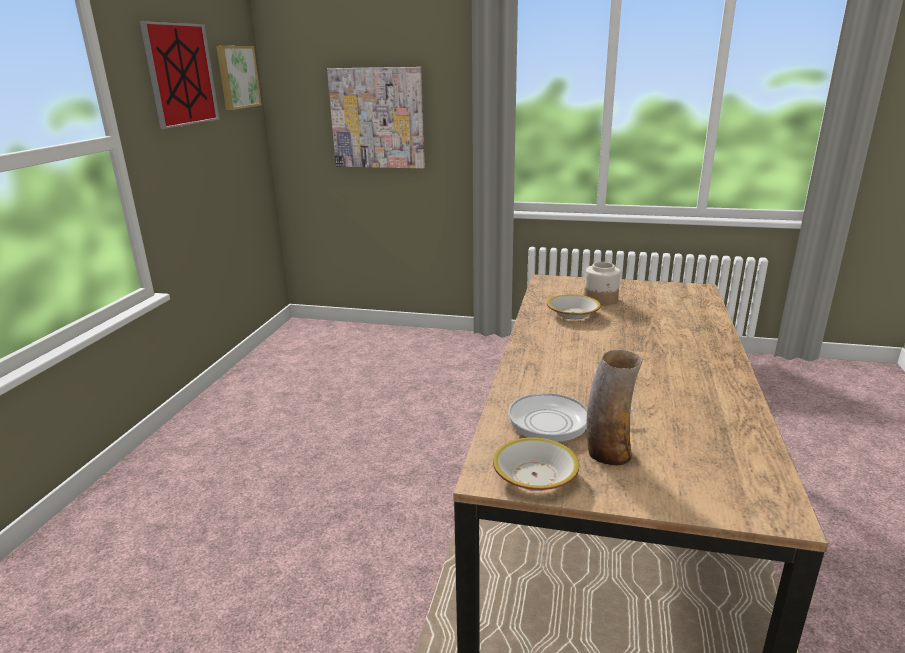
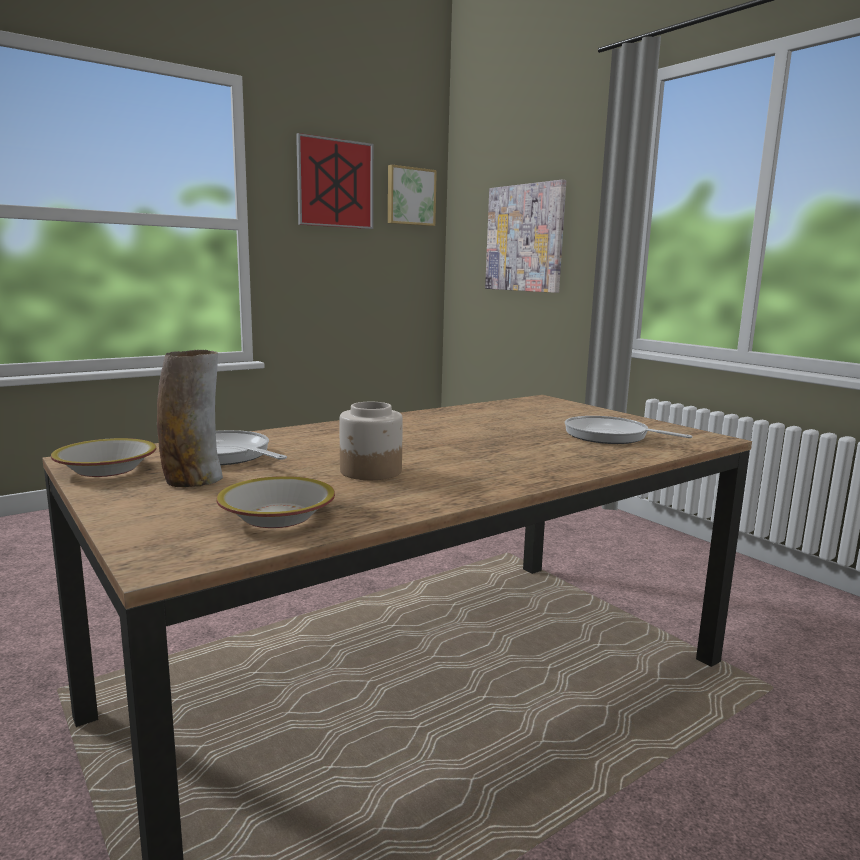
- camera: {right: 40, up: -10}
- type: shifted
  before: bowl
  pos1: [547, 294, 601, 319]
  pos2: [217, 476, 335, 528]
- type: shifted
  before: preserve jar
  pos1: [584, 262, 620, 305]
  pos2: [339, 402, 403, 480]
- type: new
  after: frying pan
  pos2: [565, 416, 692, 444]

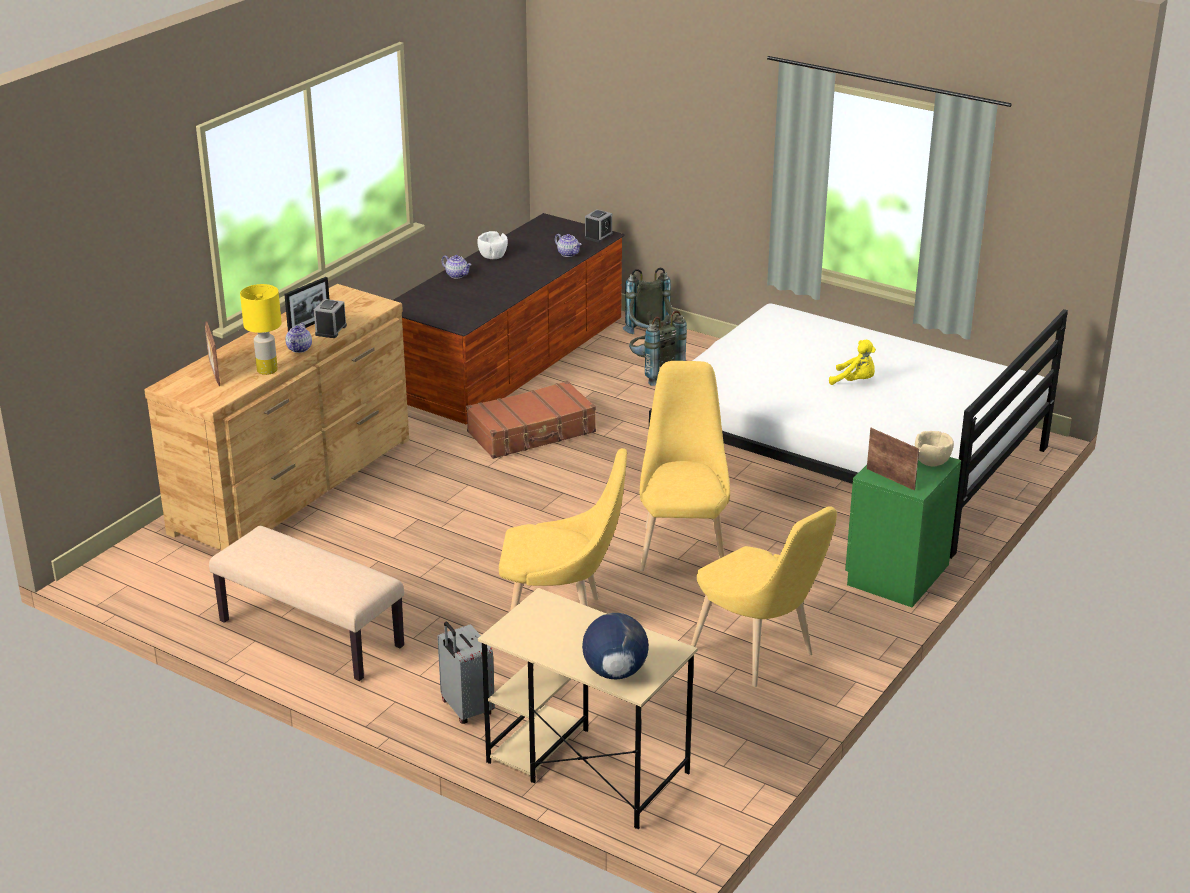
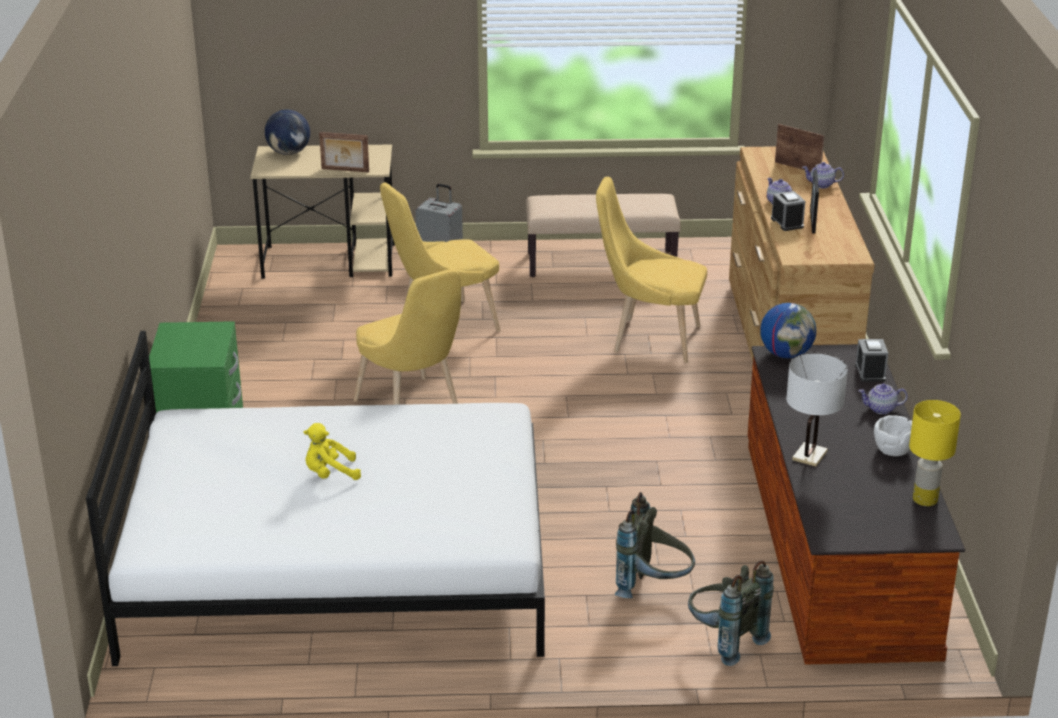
- camera: {right: 145, up: 0}
- type: shifted
  before: yellowish table lamp
  pos1: [240, 284, 282, 375]
  pos2: [909, 400, 961, 506]
- type: gone
  before: brown piece of luggage
  pos1: [466, 381, 596, 459]
- type: shifted
  before: pot for tea
  pos1: [555, 234, 582, 257]
  pos2: [802, 162, 844, 188]
- type: shifted
  before: bedside clock
  pos1: [584, 209, 613, 243]
  pos2: [855, 339, 888, 382]
- type: shifted
  before: yellowish chair
  pos1: [691, 506, 837, 687]
  pos2: [596, 177, 707, 363]
- type: shifted
  before: photo frame
  pos1: [867, 428, 919, 490]
  pos2: [319, 132, 369, 172]
- type: gone
  before: sand-coloured bowl
  pos1: [915, 431, 954, 466]
- type: new
  after: desk globe
  pos2: [760, 303, 816, 358]
- type: new
  after: white table lamp
  pos2: [786, 353, 848, 467]

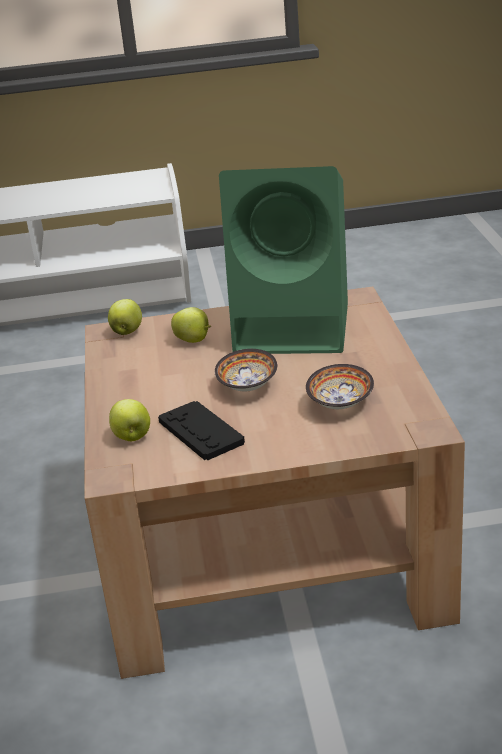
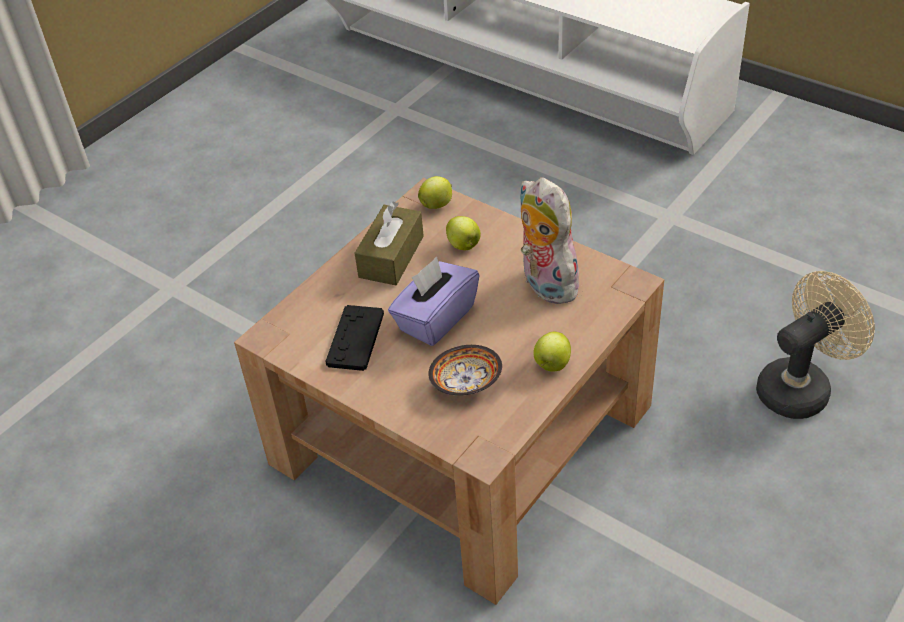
- camera: {right: 45, up: 15}
- type: shifted
  before: apple
  pos1: [109, 399, 150, 441]
  pos2: [533, 331, 571, 372]
- type: swapped
  before: bowl
  after: purple tissue box
  pos1: [215, 349, 277, 391]
  pos2: [388, 257, 480, 346]
- type: swapped
  before: green-coloured speaker
  after: cuddly toy
  pos1: [219, 166, 348, 354]
  pos2: [521, 177, 579, 304]
- type: new
  after: brown tissue box
  pos2: [355, 202, 424, 285]
- type: new
  after: sand-coloured fan
  pos2: [756, 271, 875, 419]

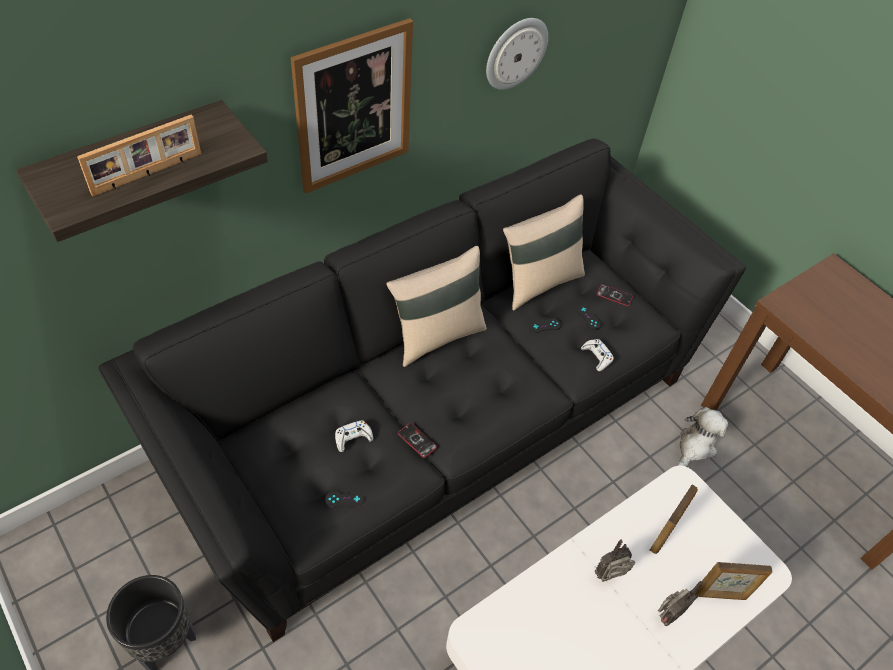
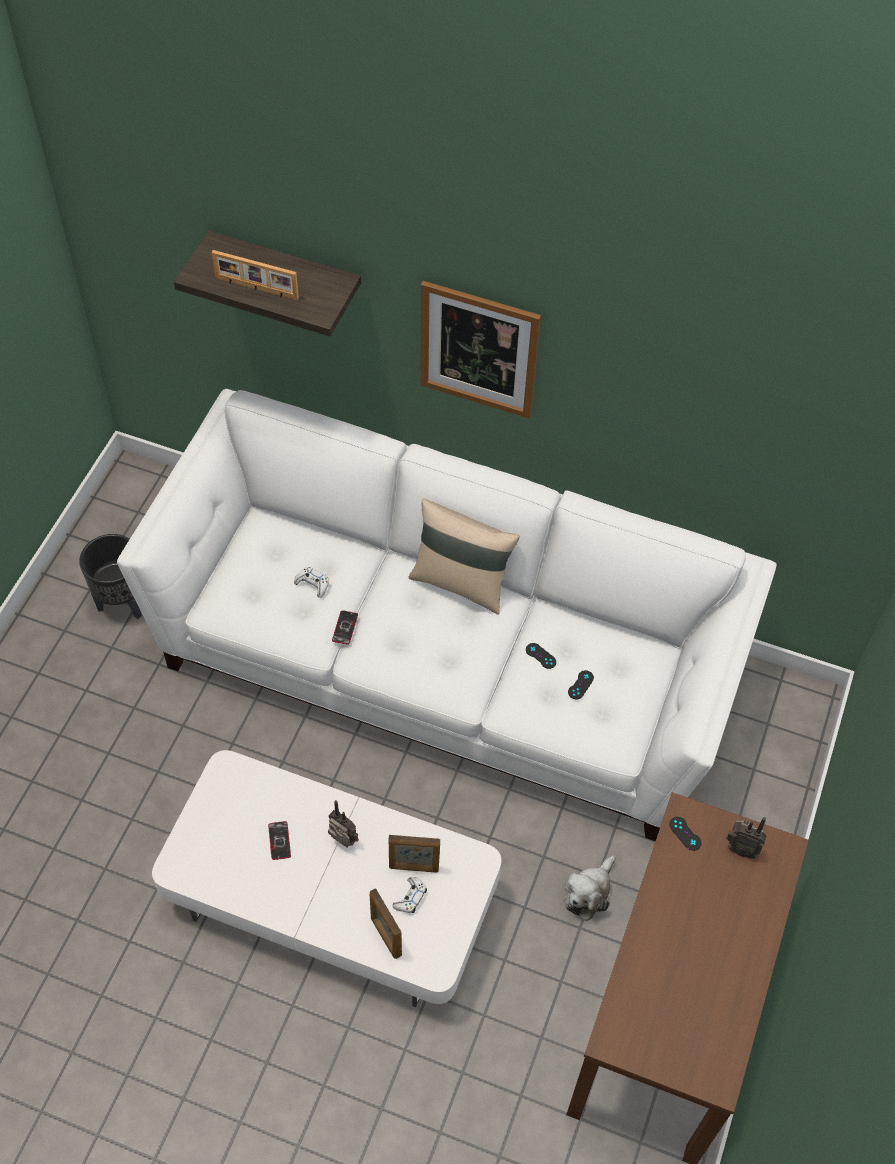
- camera: {right: 60, up: 5}
- type: repainted
  before: blackish sofa
  after: white sofa
  pos1: [99, 139, 746, 642]
  pos2: [117, 389, 777, 841]
- type: shifted
  before: blackish gamepad
  pos1: [325, 491, 365, 507]
  pos2: [669, 817, 702, 851]
- type: gone
  before: wall clock
  pos1: [486, 18, 548, 90]
- type: gone
  before: sand-coloured throw pillow
  pos1: [503, 194, 585, 311]
- type: shifted
  before: white gamepad
  pos1: [581, 339, 614, 371]
  pos2: [392, 877, 427, 913]
- type: shifted
  before: telephone
  pos1: [597, 284, 633, 306]
  pos2: [268, 821, 291, 860]
- type: shifted
  before: radio receiver
  pos1: [658, 581, 703, 626]
  pos2: [726, 817, 766, 859]
- type: rotated
  before: cuddly toy
  pos1: [678, 407, 728, 467]
  pos2: [565, 856, 616, 921]
  turn: 120

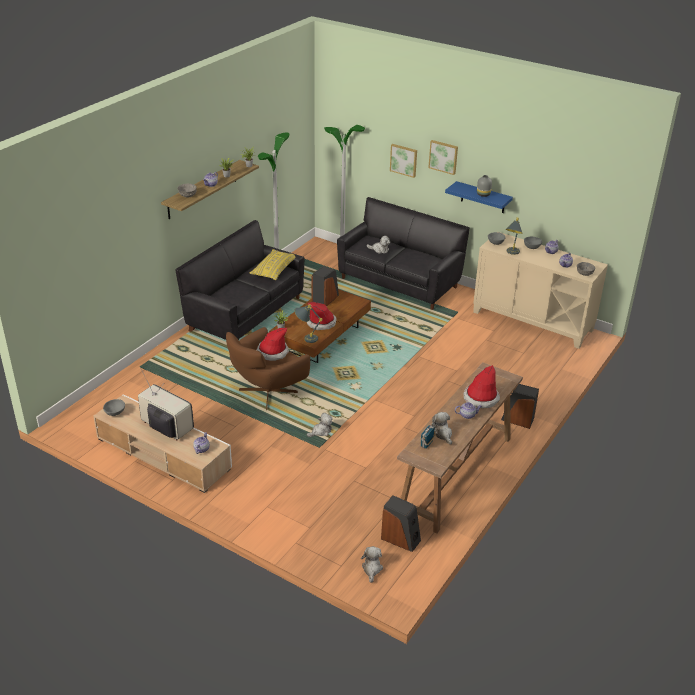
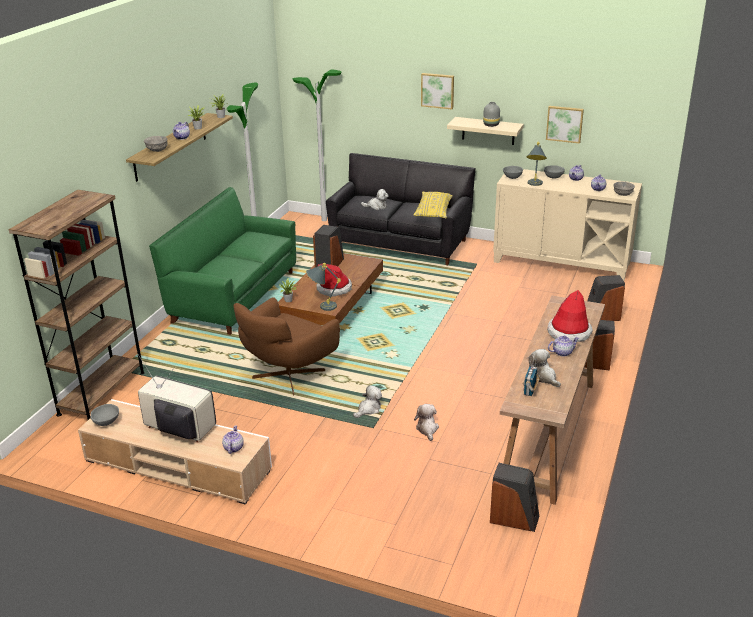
- camera: {right: -10, up: -5}
- type: repainted
  before: blackish sofa
  after: green-coloured sofa
  pos1: [175, 220, 305, 340]
  pos2: [149, 187, 296, 335]
- type: shifted
  before: yellowish throw pillow
  pos1: [250, 249, 295, 280]
  pos2: [413, 192, 453, 218]
- type: gone
  before: wearable hat
  pos1: [257, 328, 289, 361]
- type: shifted
  before: cuddly toy
  pos1: [361, 546, 383, 583]
  pos2: [414, 404, 439, 441]
- type: shifted
  before: wall art
  pos1: [390, 144, 417, 178]
  pos2: [546, 106, 584, 144]
- type: repainted
  before: blue wall shelf
  after: sand-coloured wall shelf
  pos1: [445, 181, 513, 213]
  pos2: [447, 117, 524, 145]
- type: new
  after: brown shelving unit
  pos2: [9, 190, 145, 420]
- type: new
  after: speaker
  pos2: [587, 275, 625, 321]

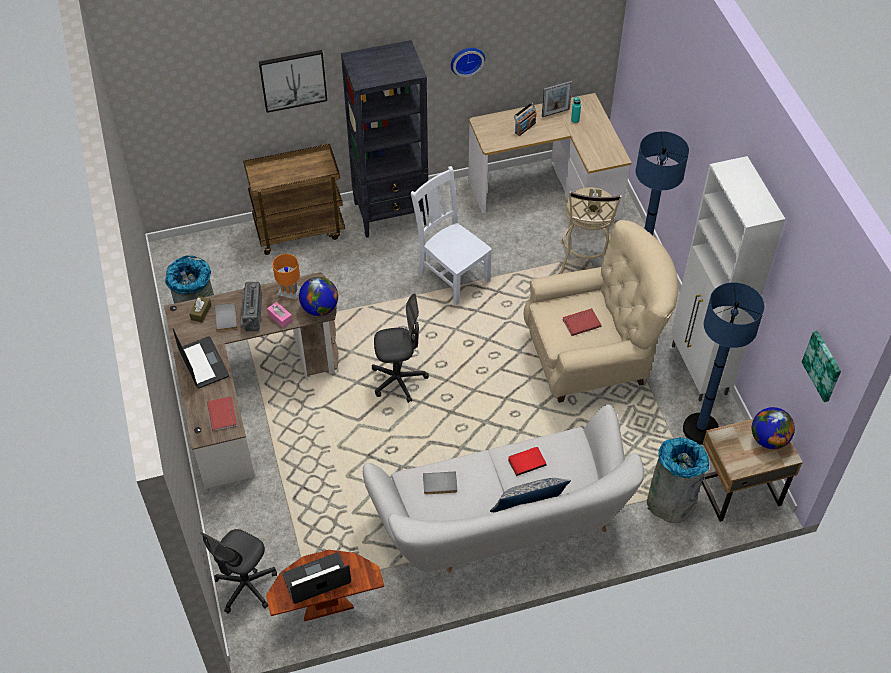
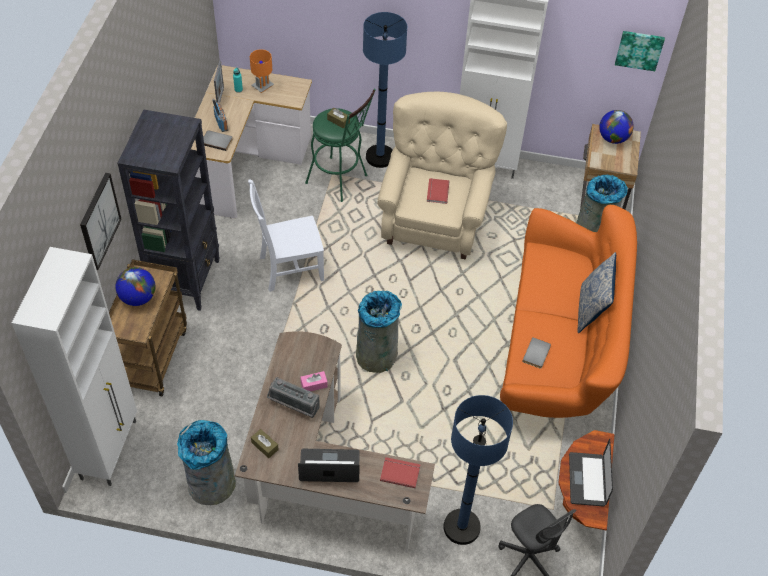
- camera: {right: -65, up: 0}
- type: shifted
  before: greyish bound book
  pos1: [214, 303, 238, 332]
  pos2: [203, 130, 233, 151]
- type: shifted
  before: orange-coloured table lamp
  pos1: [272, 254, 301, 300]
  pos2: [250, 49, 274, 93]
- type: shifted
  before: desk globe
  pos1: [299, 277, 338, 316]
  pos2: [115, 267, 155, 306]
- type: repainted
  before: white sofa
  after: orange-coloured sofa
  pos1: [363, 404, 644, 573]
  pos2: [500, 205, 637, 418]
- type: swapped
  before: greyish desk chair
  after: greyish rubbish bin
  pos1: [372, 293, 429, 403]
  pos2: [356, 291, 402, 373]
- type: gone
  before: wall clock
  pos1: [451, 48, 485, 77]
- type: gone
  before: reddish bound book
  pos1: [508, 447, 547, 476]
- type: repainted
  before: sand-coloured stool seat
  after: green-coloured stool seat
  pos1: [560, 187, 622, 274]
  pos2: [305, 89, 376, 202]
- type: shifted
  before: blue floor lamp
  pos1: [683, 282, 765, 445]
  pos2: [443, 395, 513, 545]
- type: new
  after: white storage cabinet
  pos2: [12, 247, 137, 486]

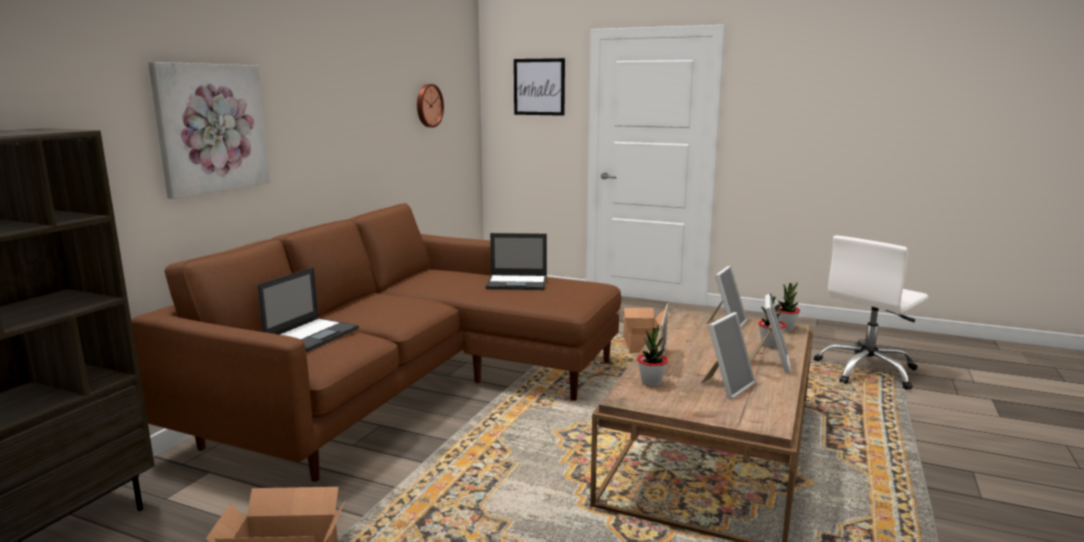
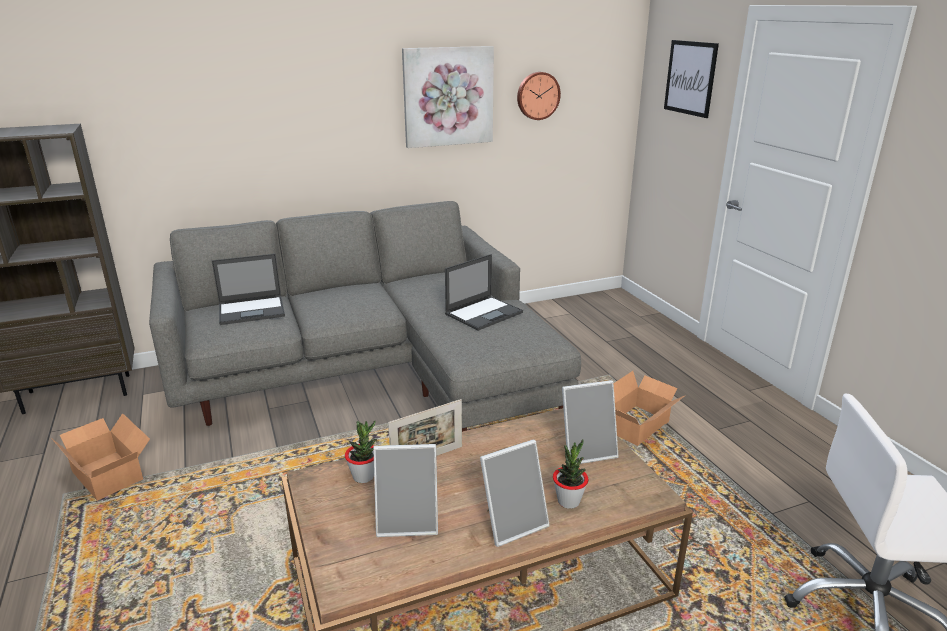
- camera: {right: 45, up: 10}
- type: repainted
  before: brown sofa
  after: greyish sofa
  pos1: [131, 203, 621, 482]
  pos2: [149, 201, 581, 432]
- type: shifted
  before: wall art
  pos1: [148, 62, 270, 199]
  pos2: [402, 46, 494, 148]
- type: rotated
  before: notebook computer
  pos1: [486, 233, 547, 290]
  pos2: [445, 254, 523, 331]
  turn: -90
- type: gone
  before: plant in a pot
  pos1: [774, 282, 800, 332]

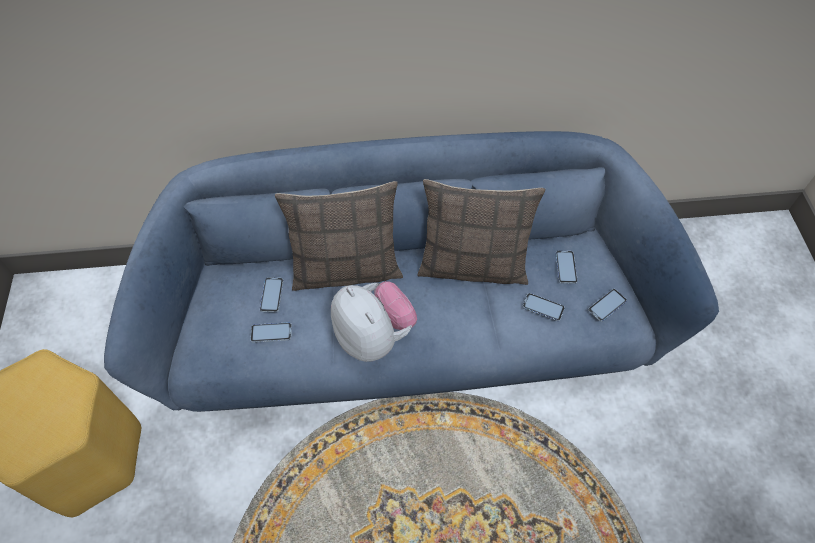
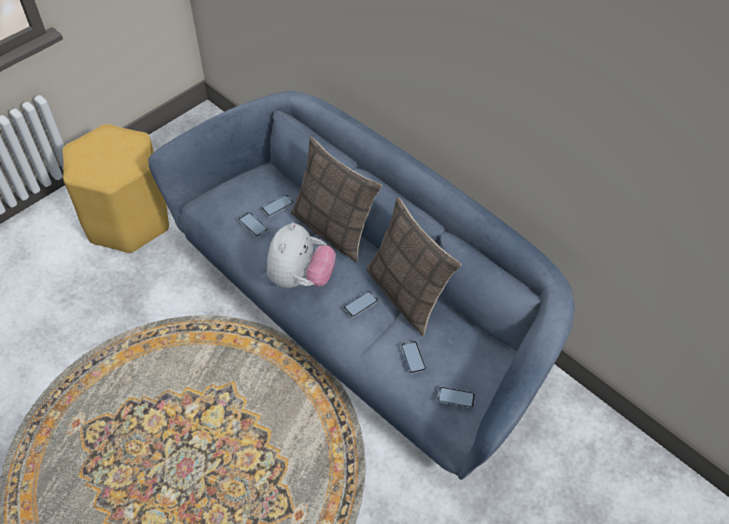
- camera: {right: 50, up: -5}
- type: shifted
  before: telephone
  pos1: [555, 251, 578, 284]
  pos2: [344, 291, 379, 318]

